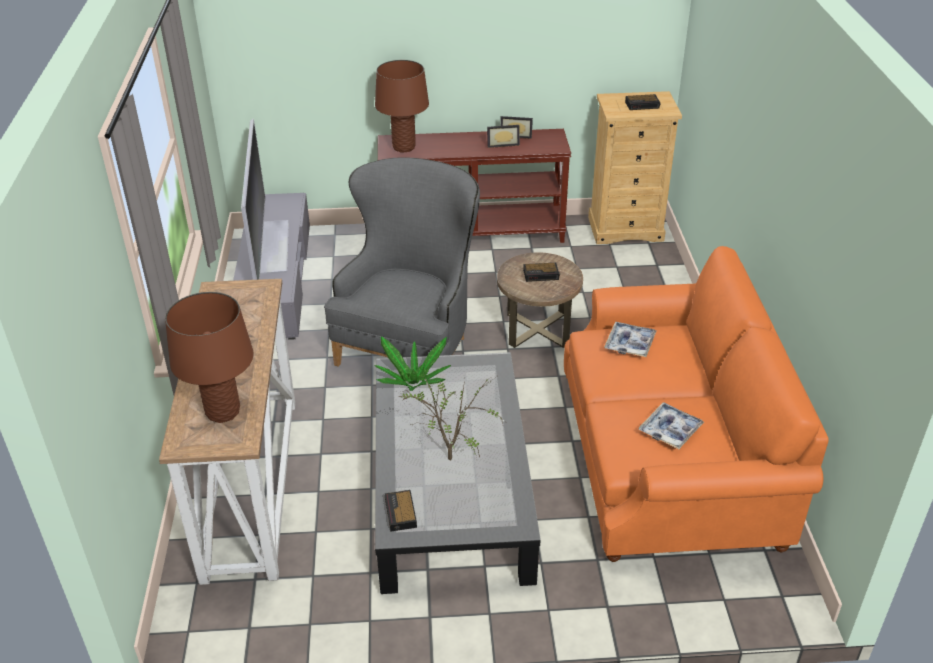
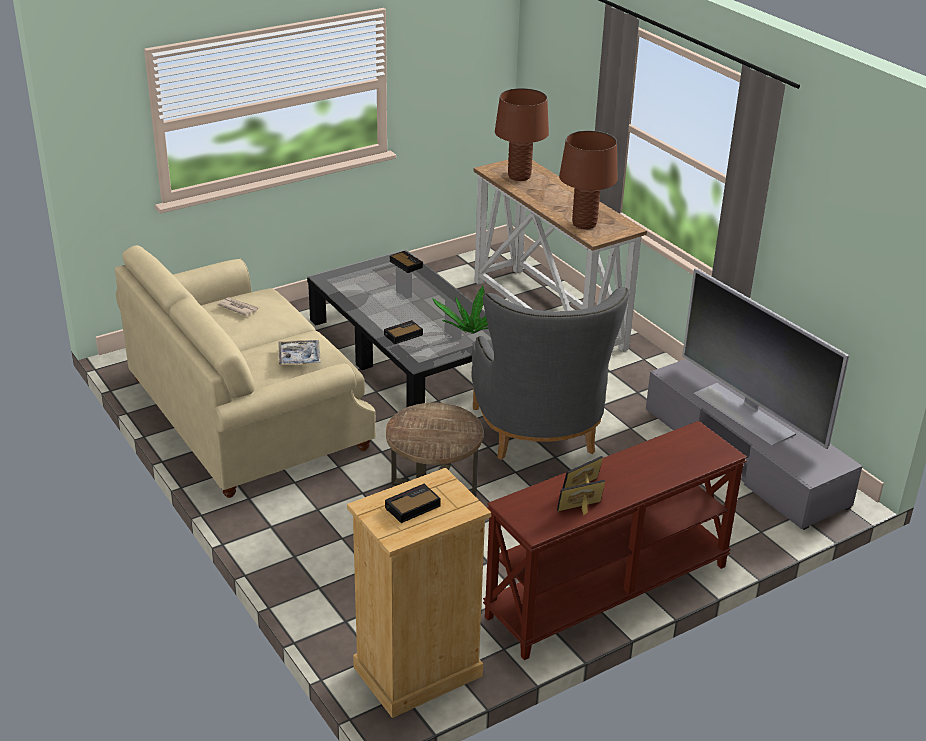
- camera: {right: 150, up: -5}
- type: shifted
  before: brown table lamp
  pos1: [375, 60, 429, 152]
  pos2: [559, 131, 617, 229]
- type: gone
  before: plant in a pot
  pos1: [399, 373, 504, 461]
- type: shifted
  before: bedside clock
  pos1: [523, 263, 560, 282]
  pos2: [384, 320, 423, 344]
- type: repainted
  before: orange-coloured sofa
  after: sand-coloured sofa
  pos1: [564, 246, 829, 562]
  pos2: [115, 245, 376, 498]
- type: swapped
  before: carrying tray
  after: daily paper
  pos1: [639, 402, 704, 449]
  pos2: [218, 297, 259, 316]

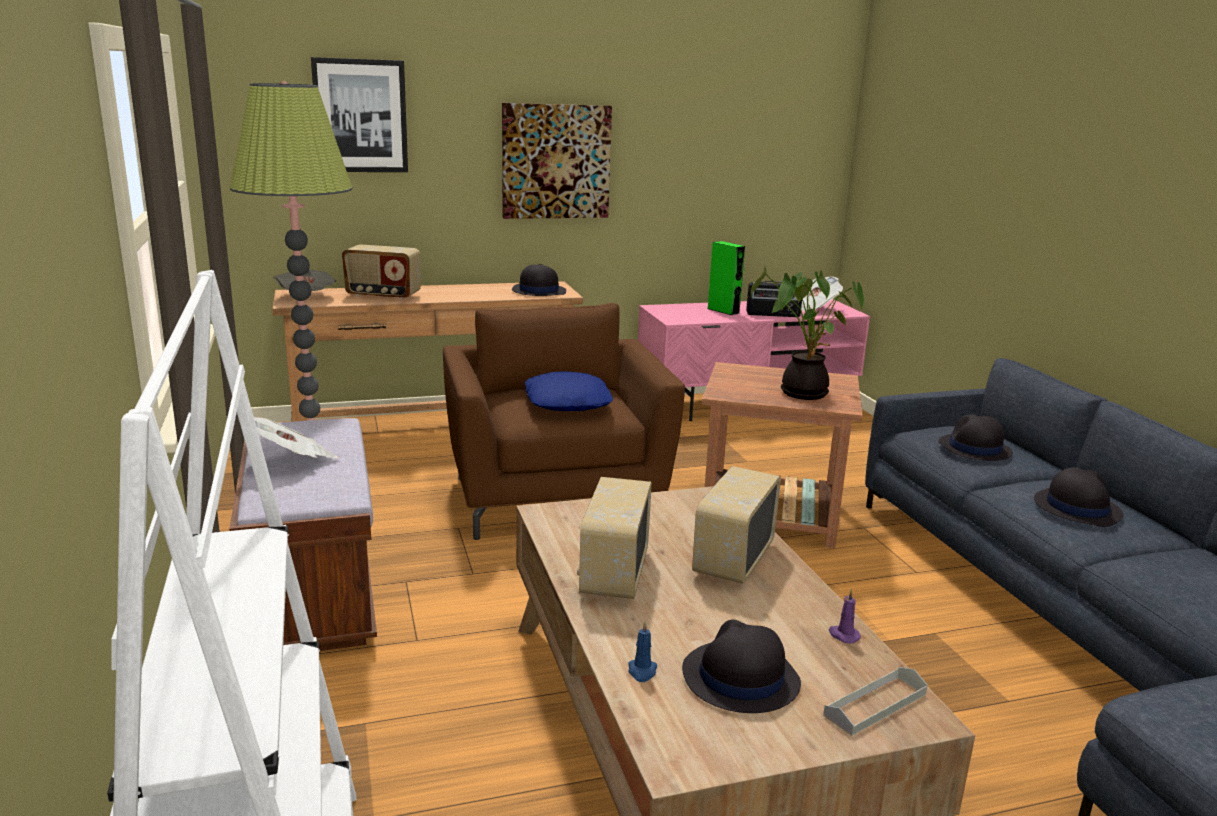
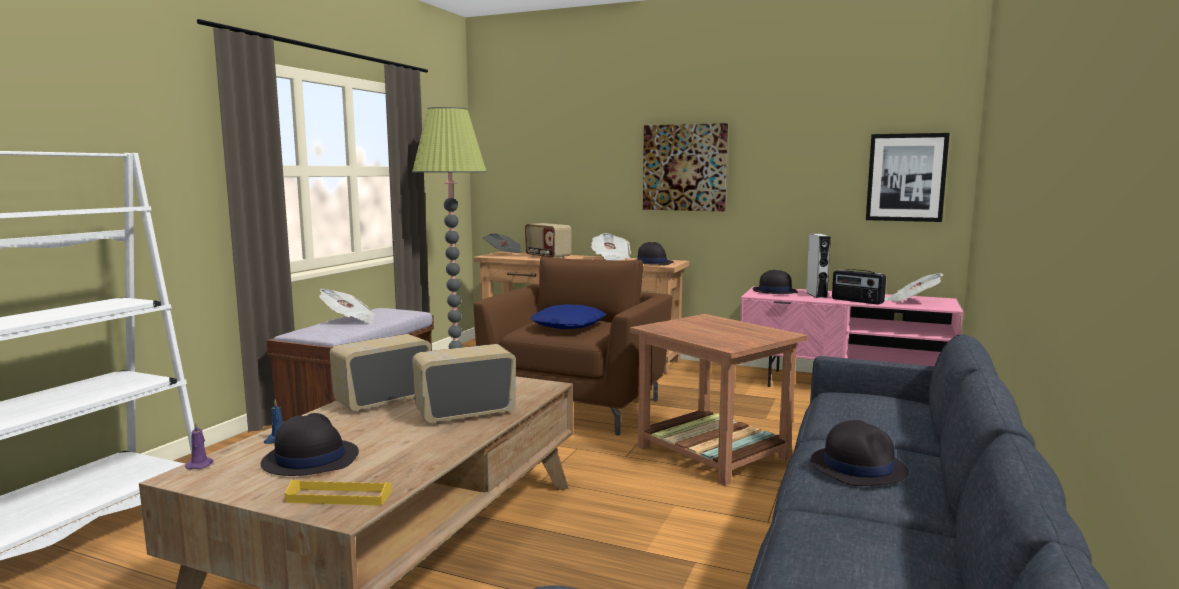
- camera: {right: 40, up: -10}
- type: shifted
  before: wall art
  pos1: [311, 57, 408, 172]
  pos2: [866, 133, 950, 222]
- type: repainted
  before: green-coloured speaker
  after: greyish speaker
  pos1: [708, 241, 745, 315]
  pos2: [806, 234, 831, 298]
- type: gone
  before: plant in a pot
  pos1: [751, 266, 864, 400]
- type: repainted
  before: greyish carrying tray
  after: yellowish carrying tray
  pos1: [823, 667, 928, 736]
  pos2: [285, 480, 392, 506]
- type: shifted
  before: purple wax candle
  pos1: [829, 589, 861, 644]
  pos2: [185, 422, 214, 469]
- type: shifted
  before: blackish wearable hat
  pos1: [938, 414, 1013, 461]
  pos2: [753, 270, 798, 294]
- type: new
  after: daily paper
  pos2: [591, 233, 631, 261]

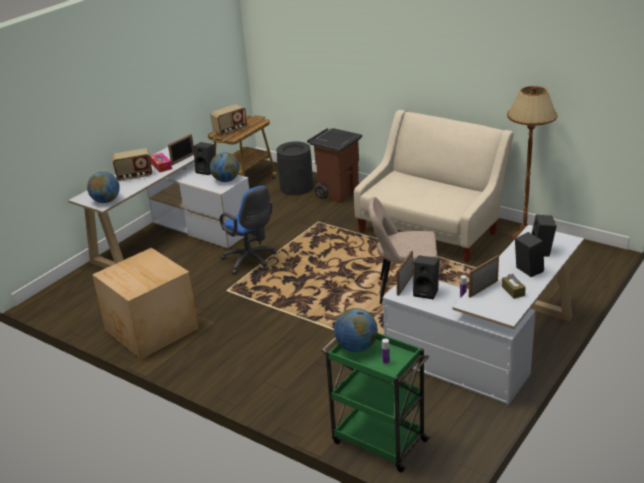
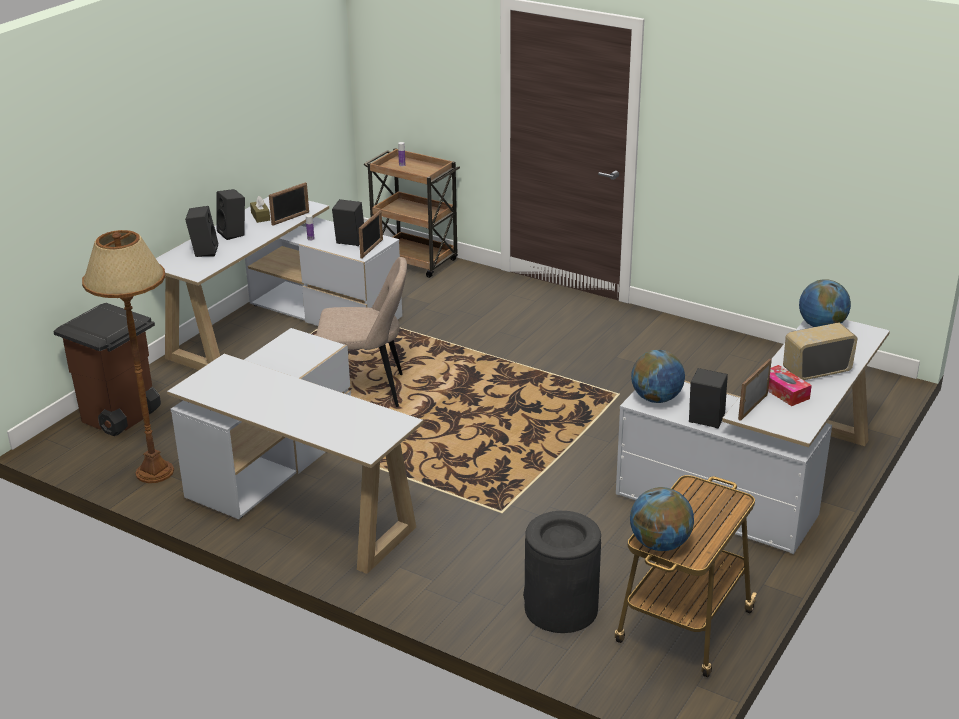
- camera: {right: 175, up: 0}
- type: gone
  before: carton
  pos1: [92, 248, 199, 359]
- type: gone
  before: radio receiver
  pos1: [210, 104, 247, 135]
- type: gone
  before: blue desk chair
  pos1: [220, 186, 277, 274]
- type: shifted
  before: brown rubbish bin
  pos1: [307, 128, 362, 203]
  pos2: [53, 303, 161, 436]
- type: repainted
  before: green-coloured trolley
  after: brown trolley
  pos1: [321, 333, 431, 473]
  pos2: [364, 148, 460, 278]
- type: shifted
  before: desk globe
  pos1: [334, 308, 378, 352]
  pos2: [630, 487, 694, 551]
- type: swapped
  before: sand-coloured sofa
  after: white desk
  pos1: [354, 110, 514, 262]
  pos2: [167, 328, 423, 574]

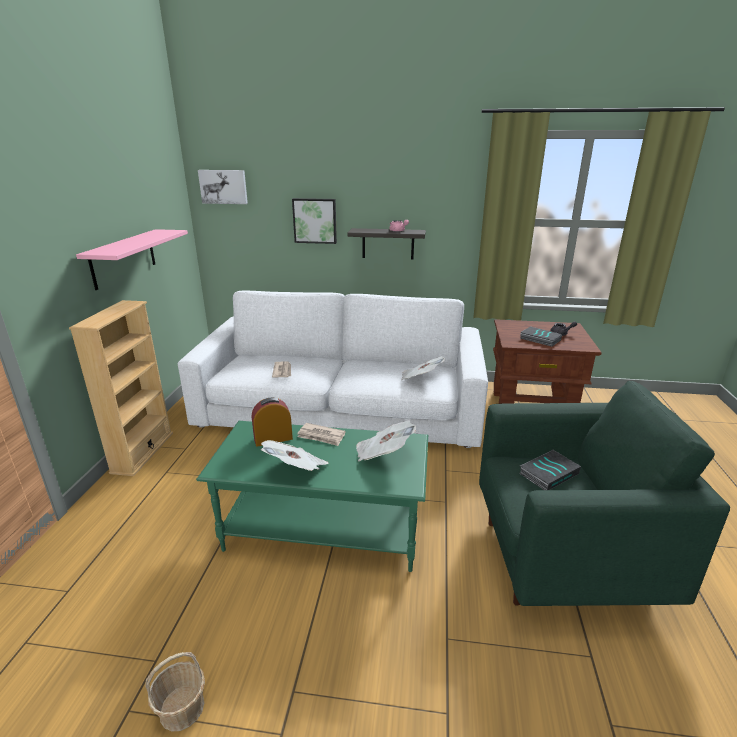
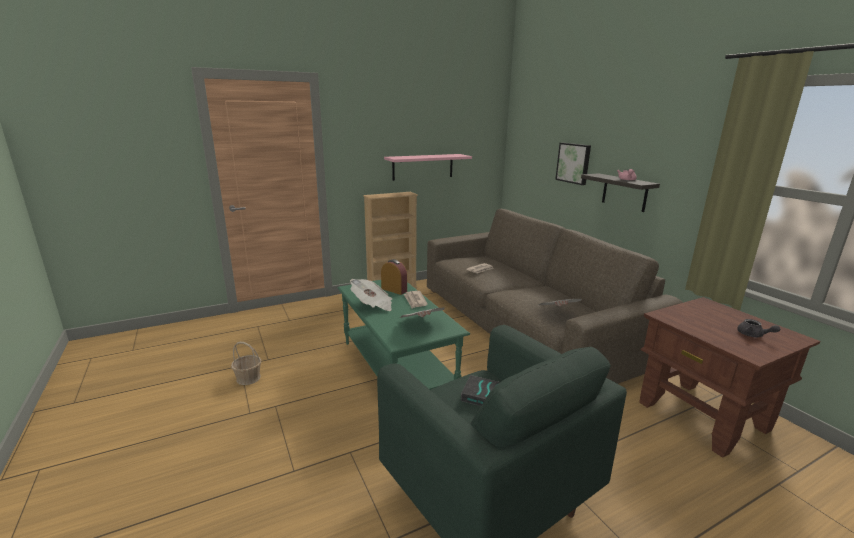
- camera: {right: 55, up: -5}
- type: repainted
  before: white sofa
  after: brown sofa
  pos1: [178, 291, 488, 448]
  pos2: [427, 209, 683, 384]
- type: gone
  before: wall art
  pos1: [198, 170, 248, 204]
- type: gone
  before: bound book
  pos1: [520, 326, 562, 347]

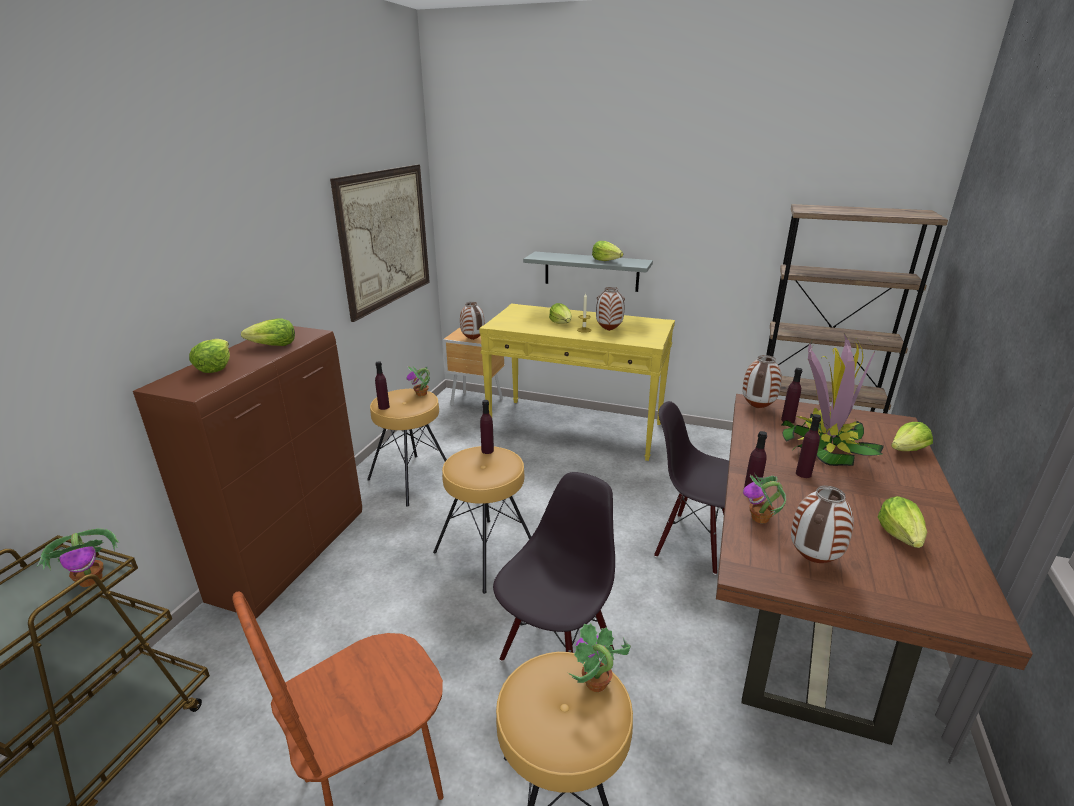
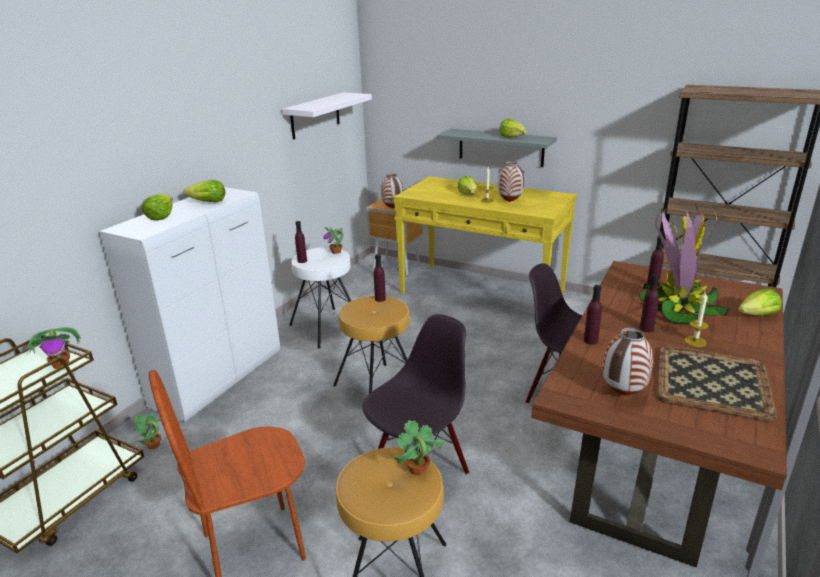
- camera: {right: 10, up: 0}
- type: repainted
  before: brown storage cabinet
  after: white storage cabinet
  pos1: [133, 326, 362, 618]
  pos2: [99, 187, 280, 422]
- type: swapped
  before: wall art
  after: white wall shelf
  pos1: [330, 164, 430, 322]
  pos2: [282, 92, 372, 139]
- type: repainted
  before: brown stool seat
  after: white stool seat
  pos1: [367, 389, 447, 507]
  pos2: [289, 247, 351, 349]
- type: gone
  before: decorative vase
  pos1: [742, 355, 782, 408]
- type: shifted
  before: plant in a pot
  pos1: [743, 474, 786, 523]
  pos2: [134, 414, 161, 449]
- type: swapped
  before: lettuce
  after: carrying tray
  pos1: [878, 496, 927, 548]
  pos2: [657, 346, 777, 422]
- type: new
  after: wax candle
  pos2: [684, 293, 709, 347]

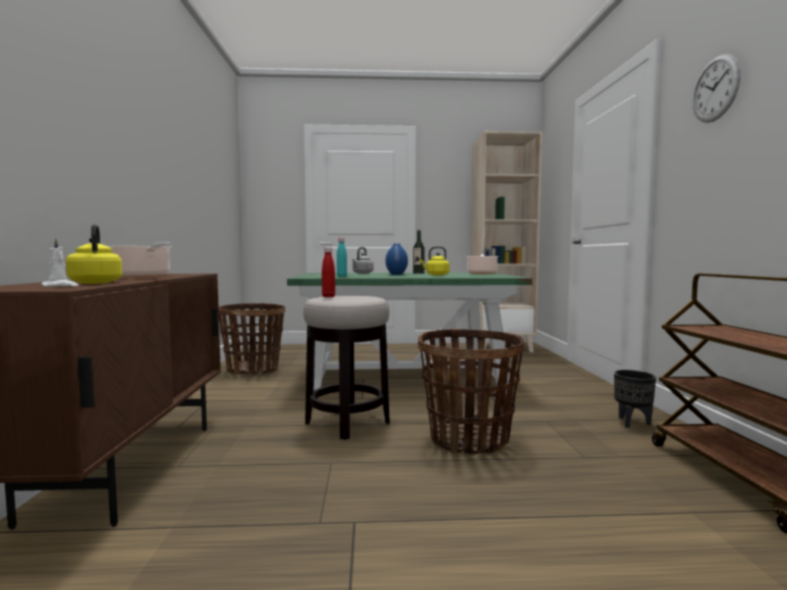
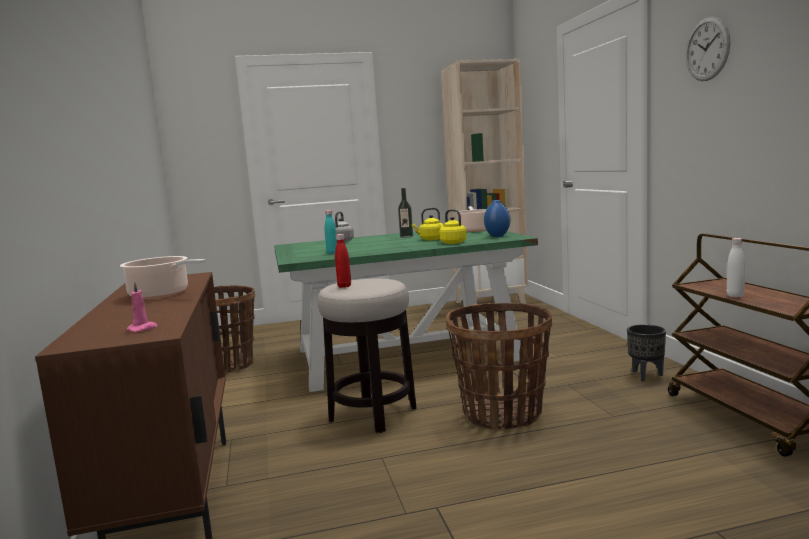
- camera: {right: -10, up: 5}
- type: repainted
  before: white wax candle
  after: pink-coloured wax candle
  pos1: [41, 238, 79, 287]
  pos2: [127, 282, 158, 332]
- type: shifted
  before: yellowish kettle
  pos1: [66, 224, 122, 284]
  pos2: [439, 209, 467, 244]
- type: shifted
  before: blue decorative vase
  pos1: [385, 243, 408, 275]
  pos2: [484, 200, 510, 237]
- type: new
  after: white beverage bottle
  pos2: [727, 238, 745, 297]

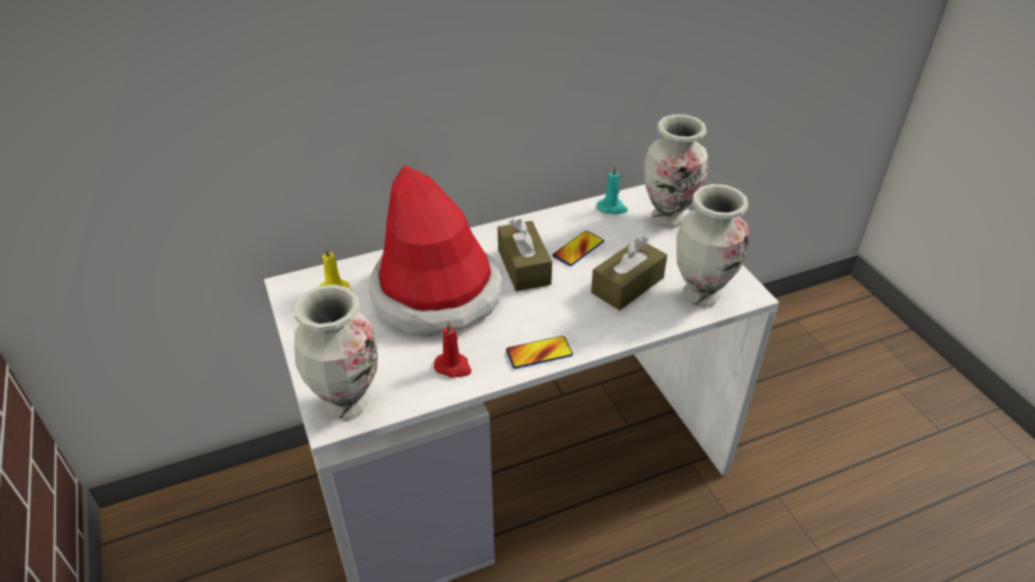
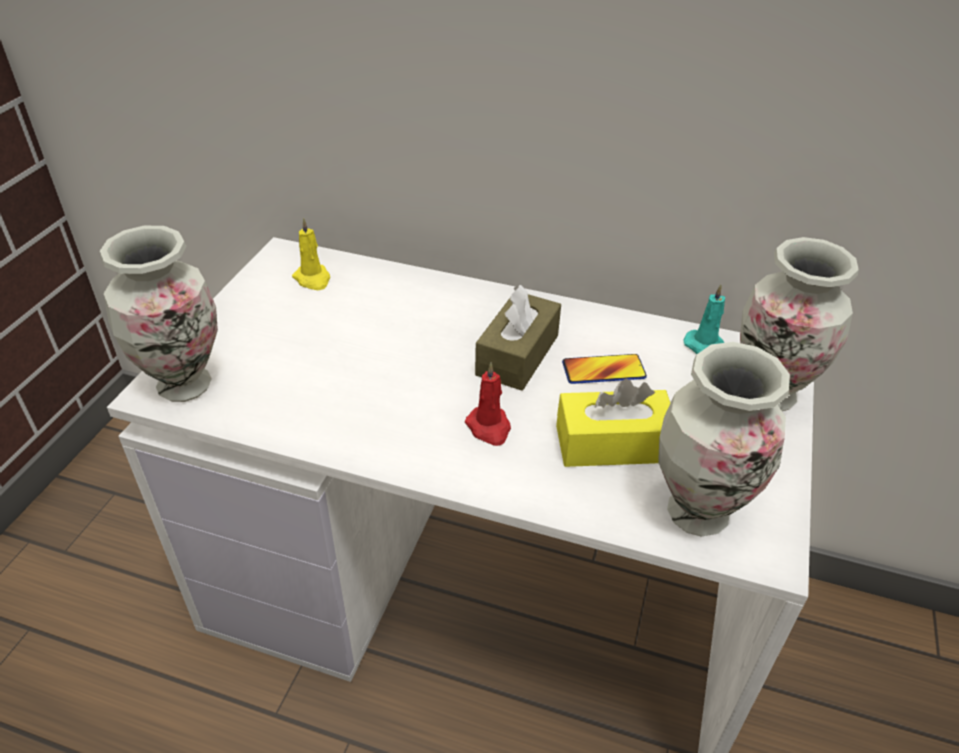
- camera: {right: 40, up: 0}
- type: gone
  before: wearable hat
  pos1: [369, 165, 502, 337]
- type: shifted
  before: reddish wax candle
  pos1: [434, 321, 472, 378]
  pos2: [465, 362, 511, 446]
- type: gone
  before: telephone
  pos1: [506, 336, 573, 369]
- type: repainted
  before: brown tissue box
  after: yellowish tissue box
  pos1: [591, 237, 667, 311]
  pos2: [556, 379, 670, 467]

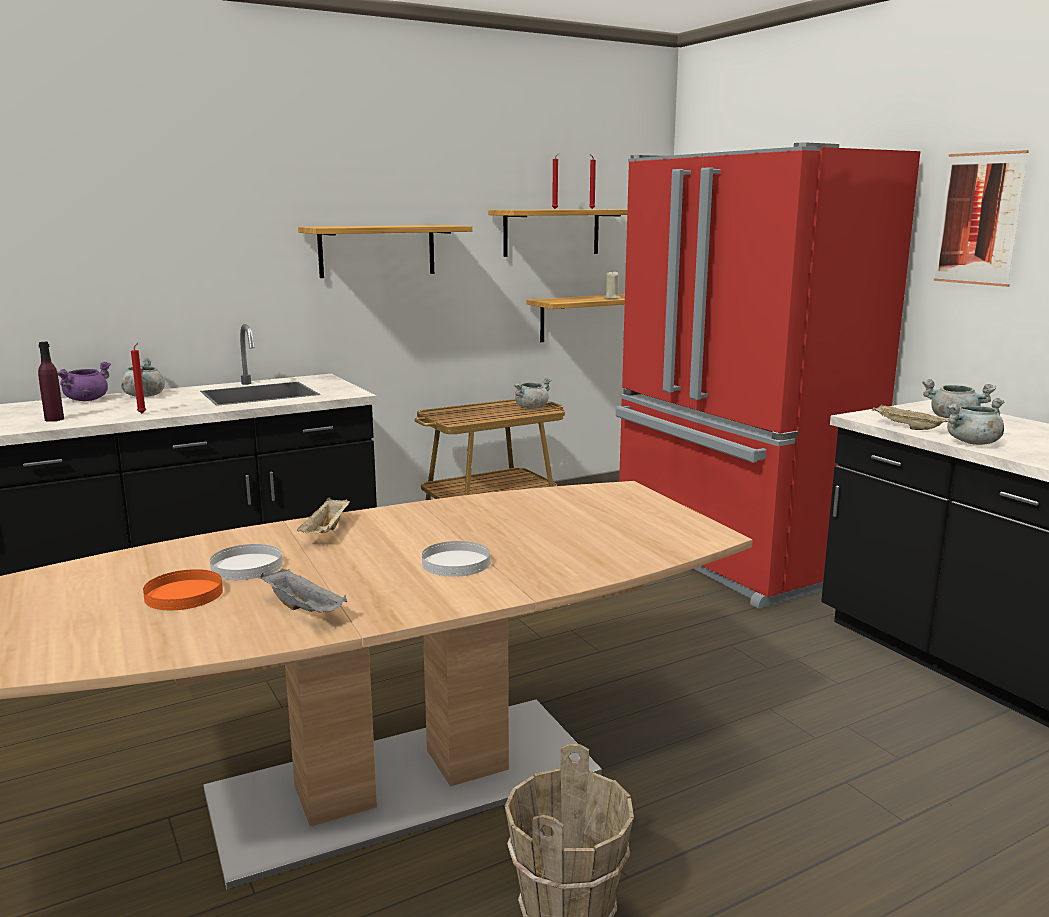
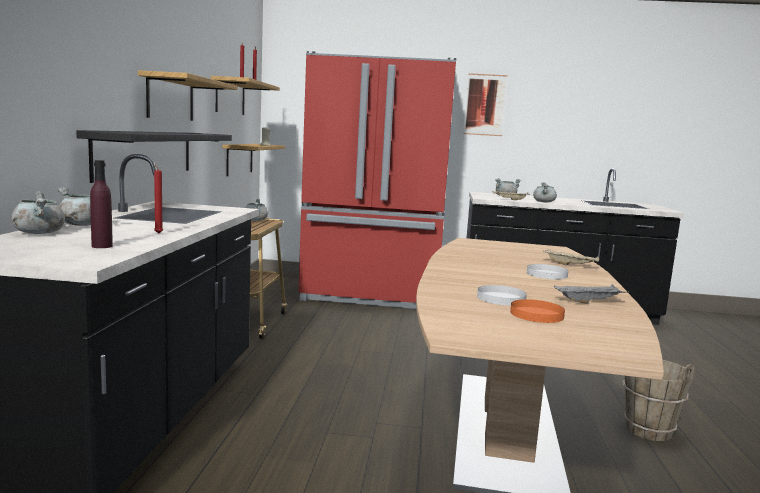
- camera: {right: -55, up: -5}
- type: repainted
  before: purple saucepot
  after: greyish saucepot
  pos1: [57, 362, 111, 401]
  pos2: [11, 191, 65, 234]
- type: shifted
  before: sand-coloured carrying tray
  pos1: [297, 498, 350, 534]
  pos2: [543, 249, 599, 265]
- type: new
  after: blackish wall shelf
  pos2: [76, 130, 232, 183]

